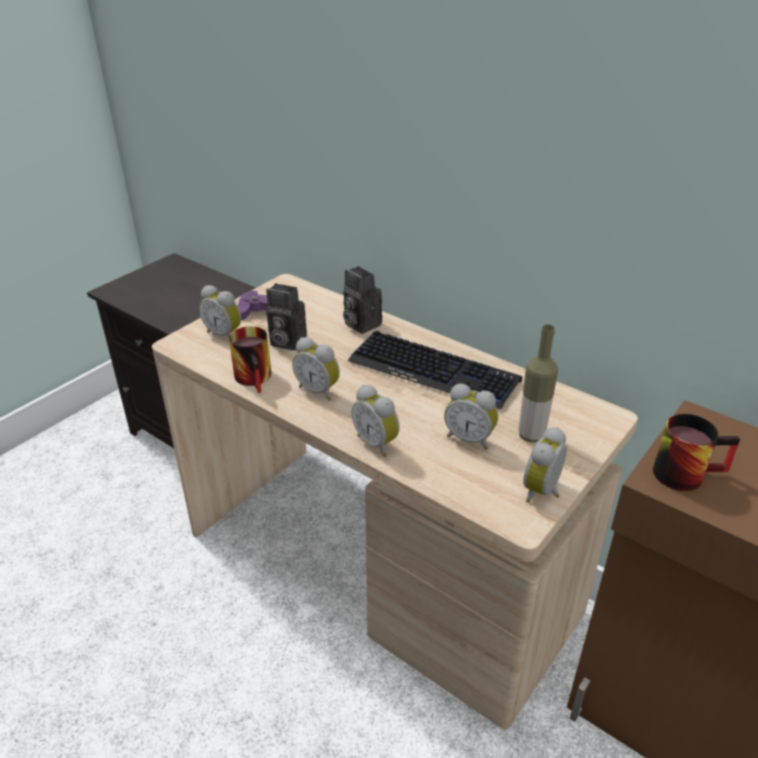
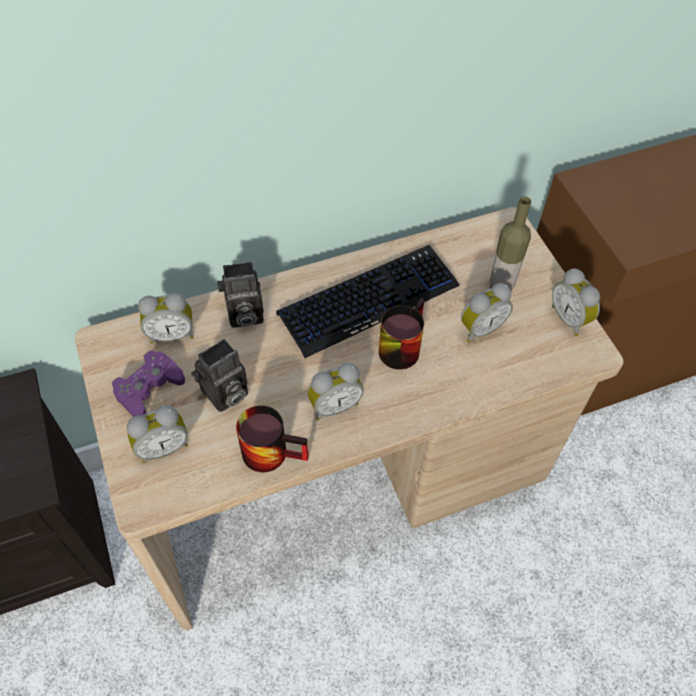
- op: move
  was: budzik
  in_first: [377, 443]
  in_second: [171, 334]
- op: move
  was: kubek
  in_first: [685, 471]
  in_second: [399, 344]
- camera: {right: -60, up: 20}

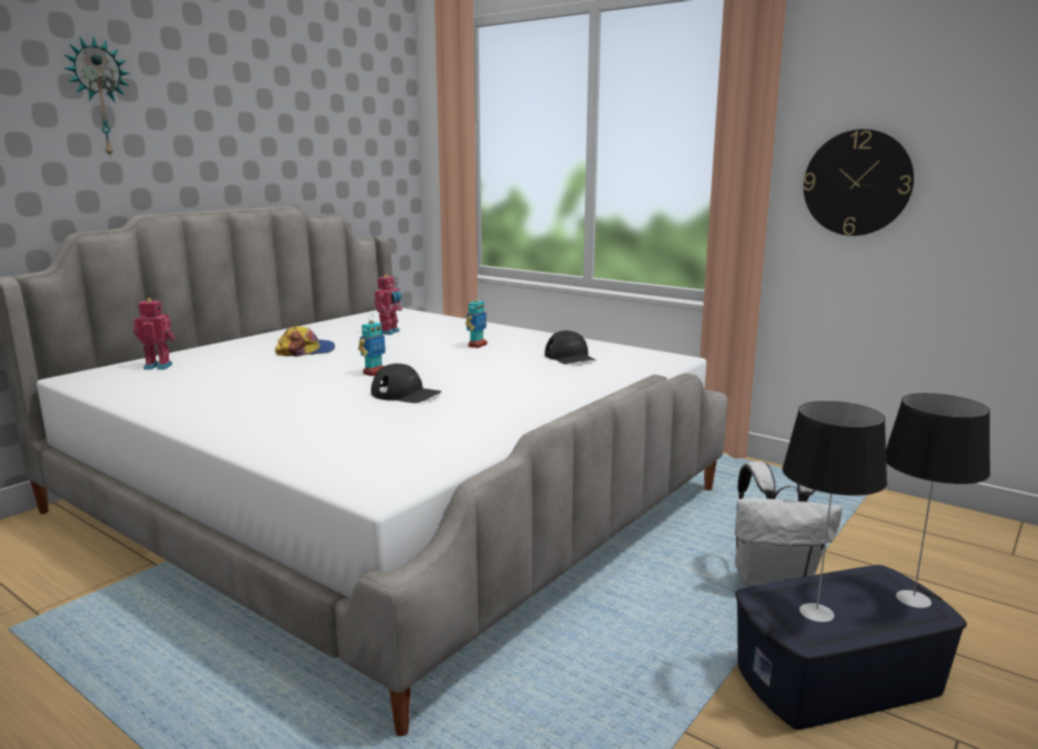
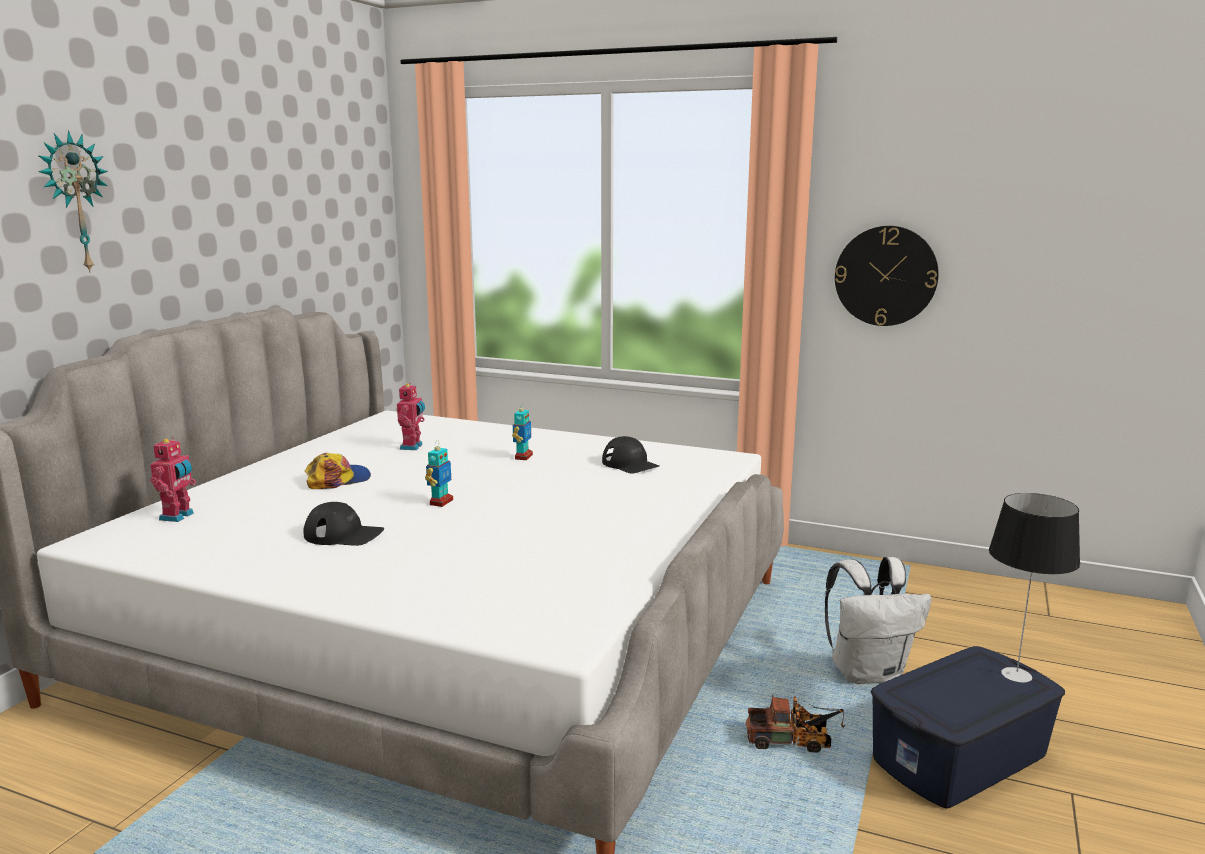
- op: rotate
  was: robot zabawkowy
  in_first: [159, 366]
  in_second: [178, 516]
  clockwise: 120
- op: move
  was: czapka z daszkiem/czarny
  in_first: [406, 394]
  in_second: [344, 534]
- op: delete
  was: lampa stołowa
  in_first: [818, 613]
- op: insert
  now: ciężarówka zabawkowa
  in_second: [794, 742]
- camera: {right: -15, up: 0}

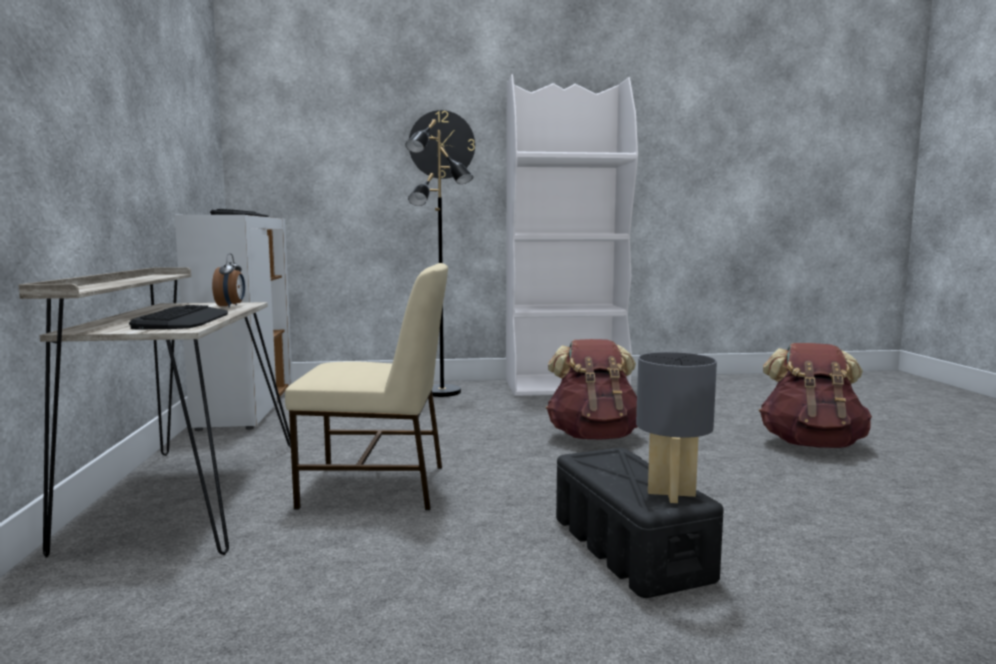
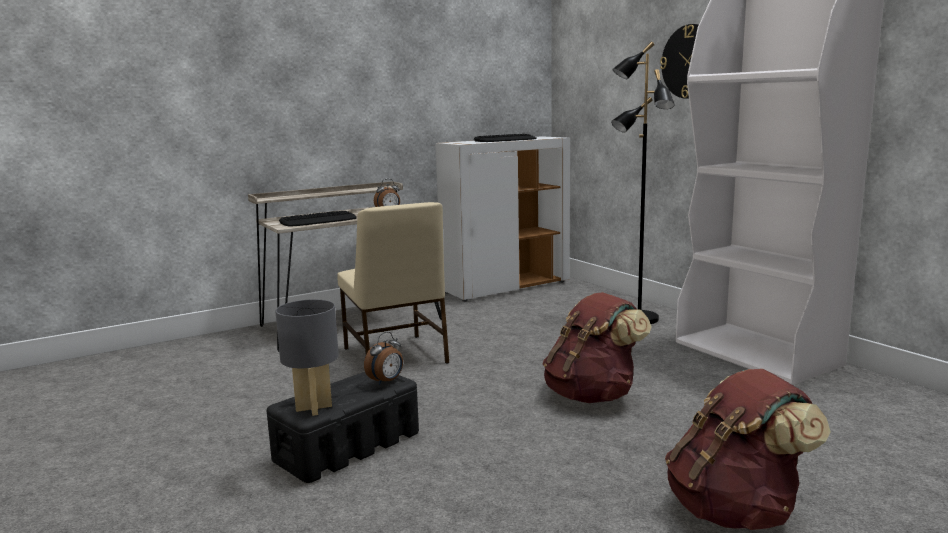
- op: insert
  now: budzik
  in_second: [386, 381]
- camera: {right: 65, up: 5}

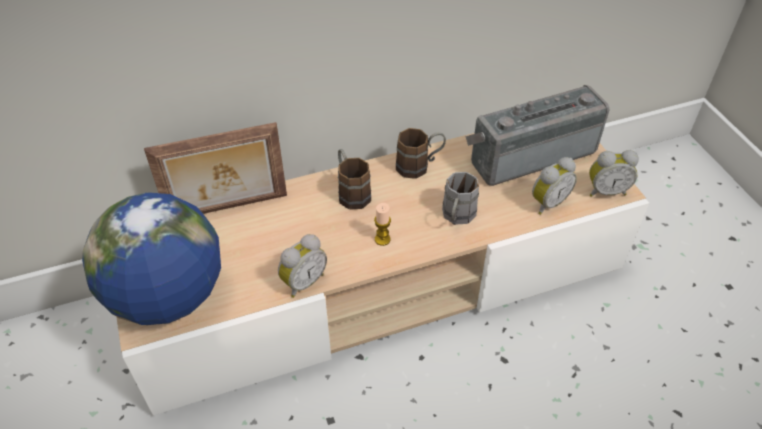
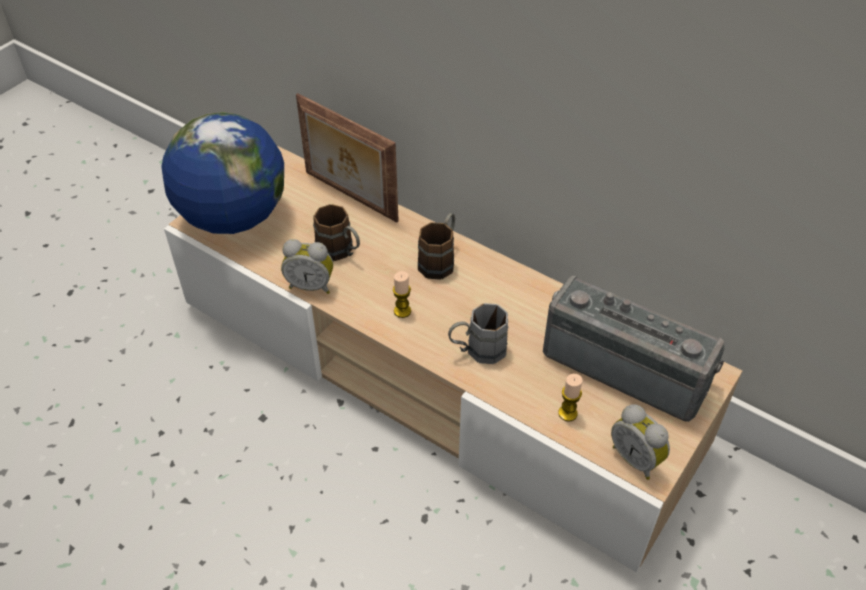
- op: move
  was: kubek/brązowy
  in_first: [419, 166]
  in_second: [340, 252]
- op: replace
  was: budzik
  now: świeca
  in_first: [547, 202]
  in_second: [567, 413]
- camera: {right: 55, up: 0}

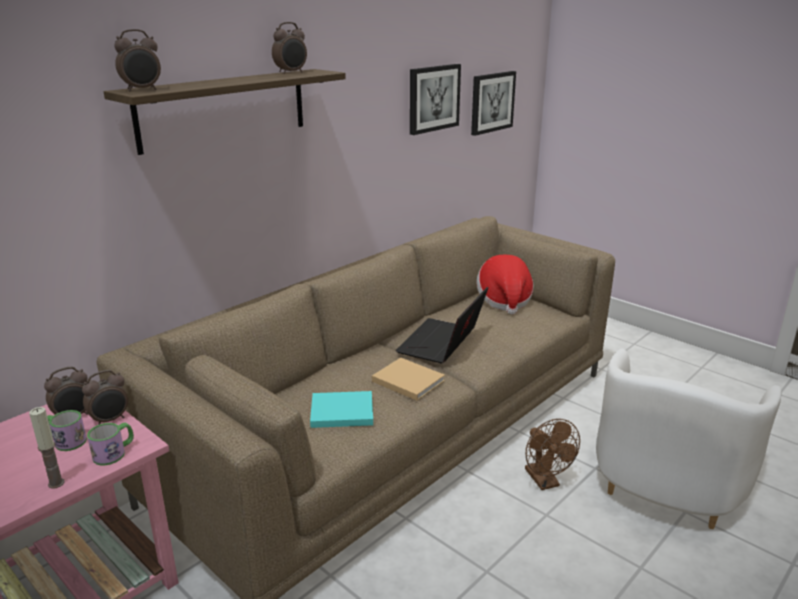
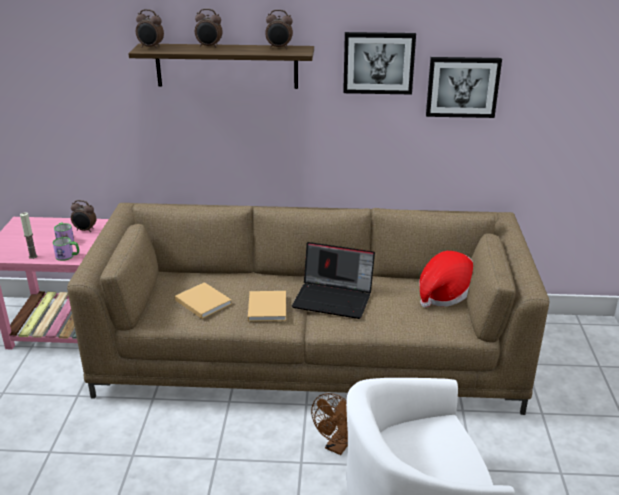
- op: move
  was: obraz
  in_first: [491, 102]
  in_second: [378, 62]
- op: rotate
  was: laptop
  in_first: [442, 344]
  in_second: [334, 298]
  clockwise: -150
- op: move
  was: budzik
  in_first: [110, 420]
  in_second: [209, 47]
- op: recolor
  was: książka/turkusowy
  now: książka/beżowy
  in_first: [340, 412]
  in_second: [202, 301]
- camera: {right: 50, up: 5}

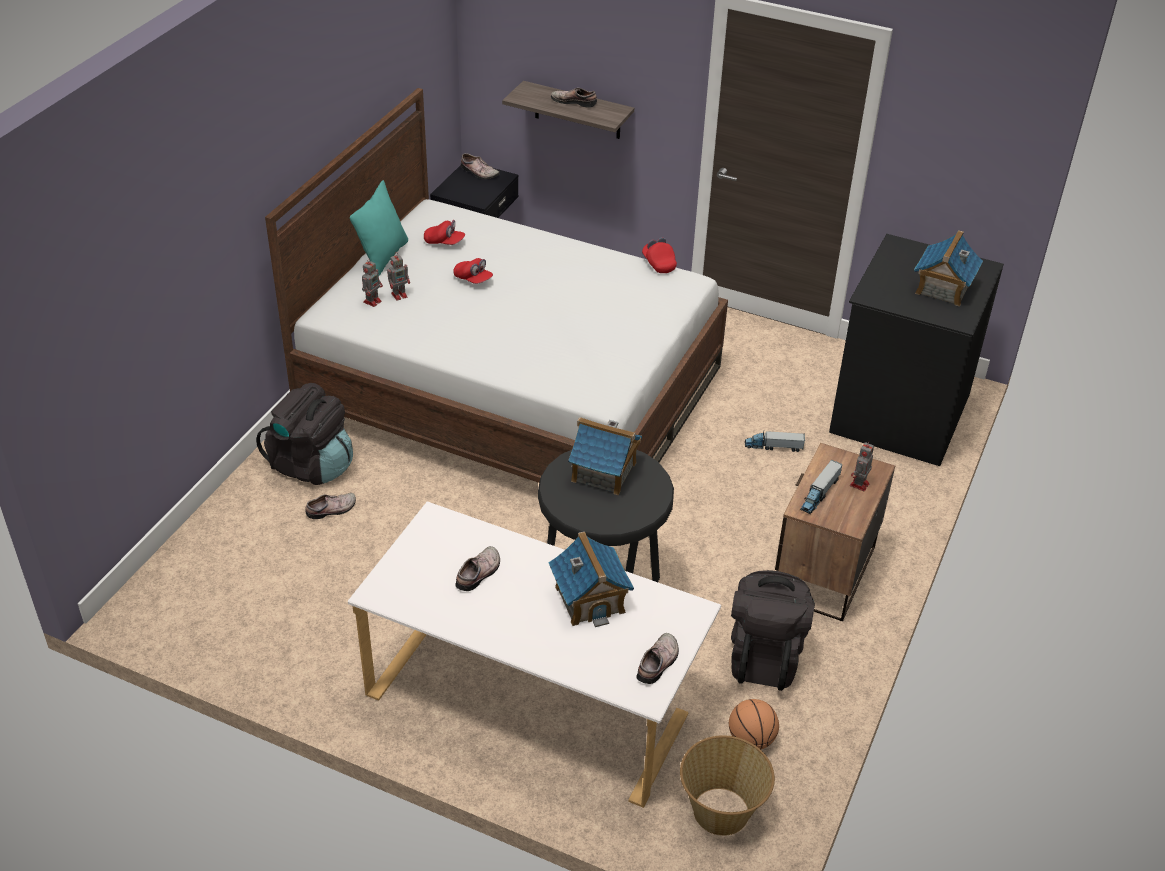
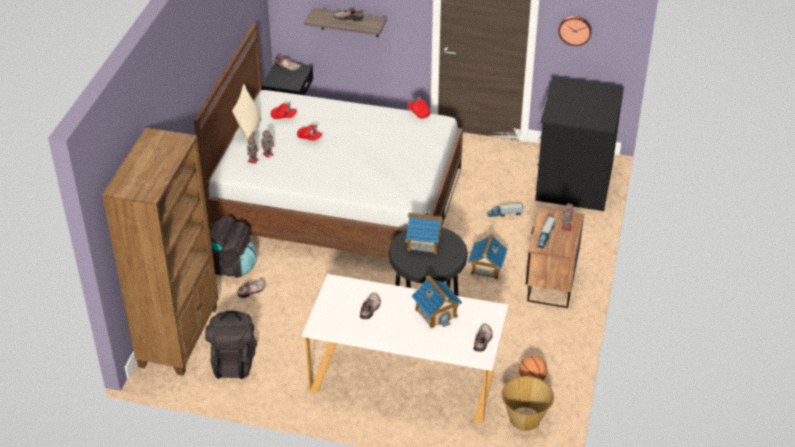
- op: recolor
  was: poduszka/turkusowy
  now: poduszka/beżowy
  in_first: [383, 257]
  in_second: [249, 131]
- op: move
  was: domek
  in_first: [943, 288]
  in_second: [486, 267]
- op: move
  was: plecak/czarny
  in_first: [764, 656]
  in_second: [234, 361]
- op: insert
  now: zegar ścienny
  in_second: [575, 30]
- op: insert
  now: regał/brązowy
  in_second: [180, 336]
- camera: {right: -10, up: 0}

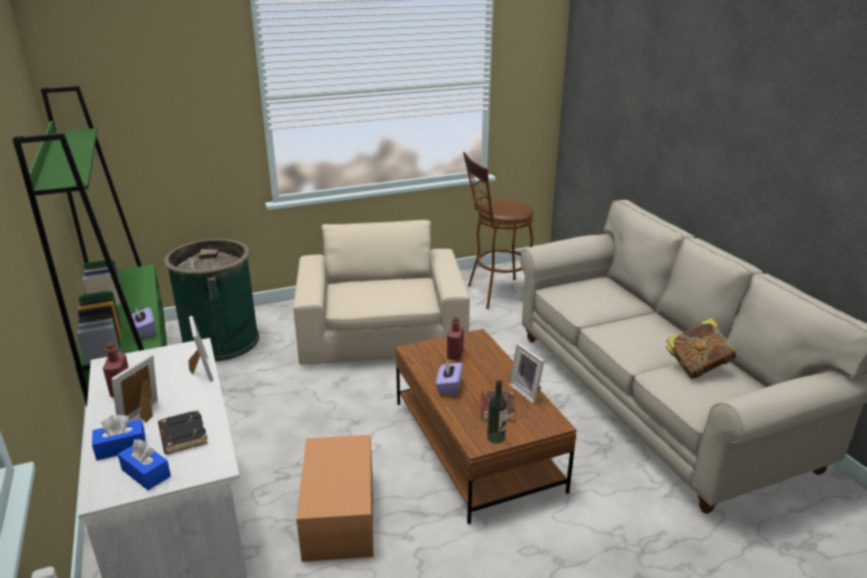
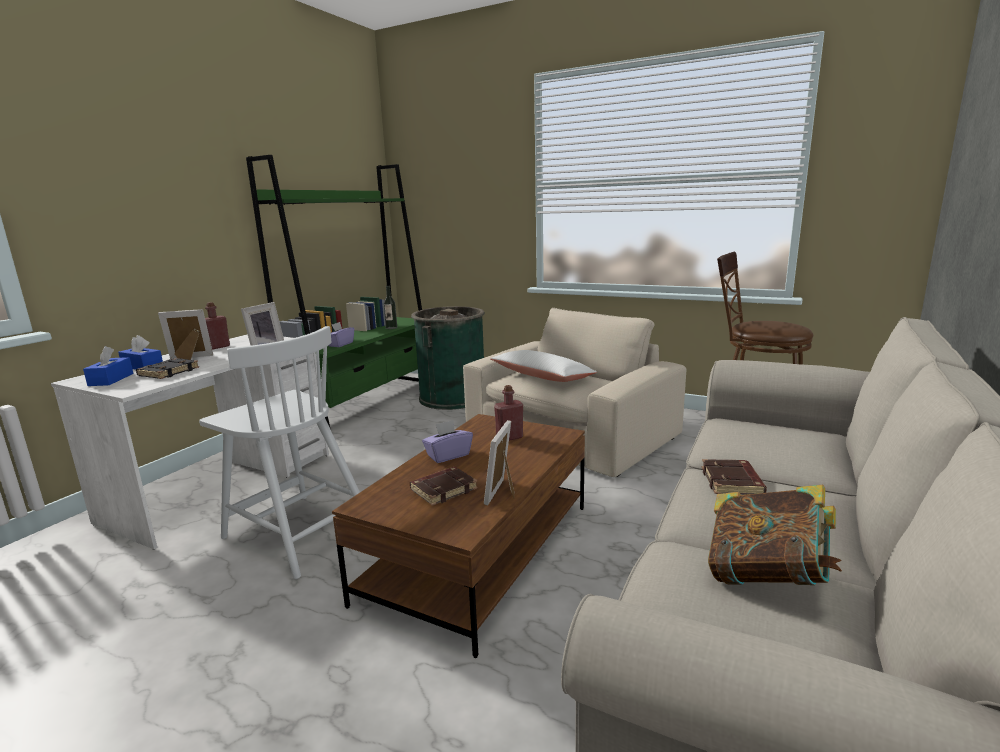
- op: move
  was: butelka
  in_first: [496, 437]
  in_second: [391, 328]
- op: replace
  was: karton
  now: krzesło/biały
  in_first: [339, 514]
  in_second: [297, 532]
- op: insert
  now: poduszka/biały
  in_second: [542, 376]
- op: insert
  now: książka/brązowy
  in_second: [733, 482]
- camera: {right: 50, up: -10}

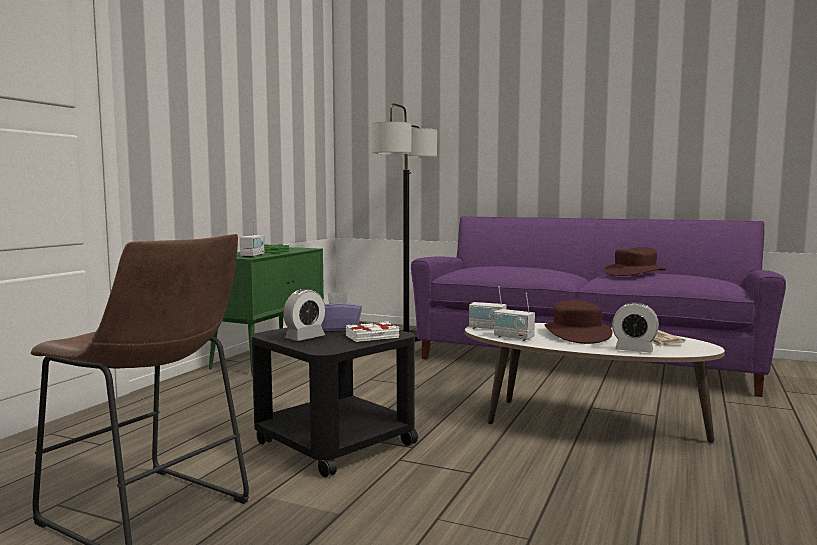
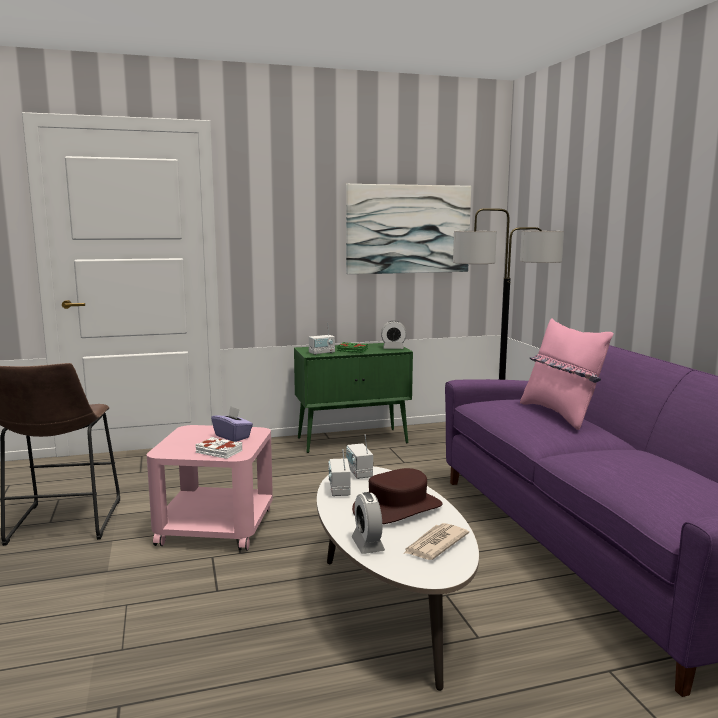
- op: delete
  was: kapelusz/brązowy
  in_first: [635, 273]
- op: move
  was: budzik
  in_first: [305, 338]
  in_second: [393, 348]
- op: recolor
  was: stolik/czarny
  now: stolik/różowy
  in_first: [334, 443]
  in_second: [216, 526]
- op: insert
  now: obraz
  in_second: [408, 229]
- op: insert
  now: poduszka/różowy
  in_second: [560, 414]
- camera: {right: 50, up: 5}

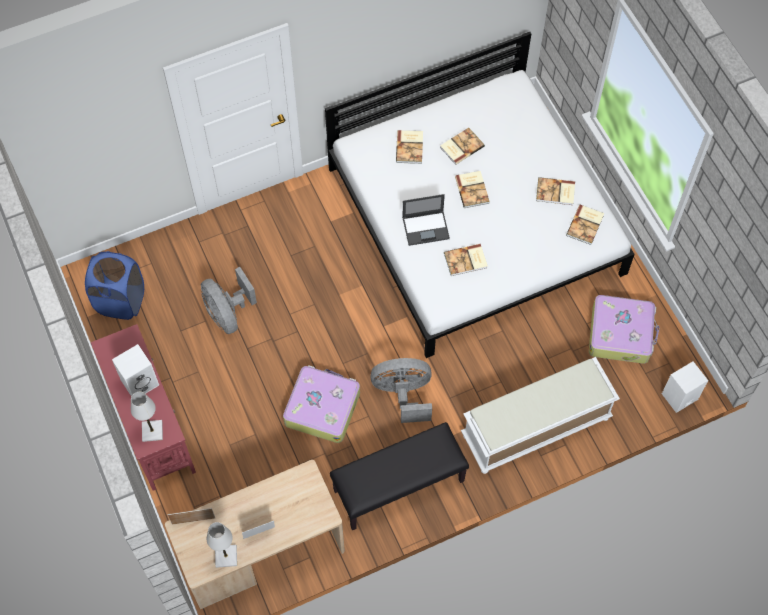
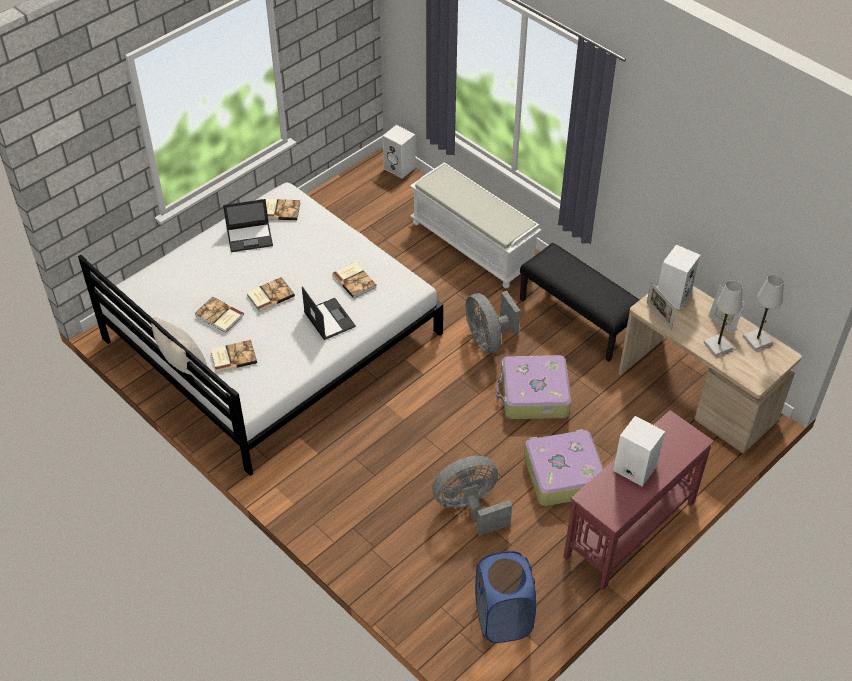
- op: replace
  was: książka
  now: laptop
  in_first: [555, 192]
  in_second: [250, 237]
- op: rotate
  was: wentylator/szary
  in_first: [228, 314]
  in_second: [470, 507]
  clockwise: -150
- op: move
  was: walizka
  in_first: [621, 333]
  in_second: [562, 474]
- op: move
  was: lampa stołowa/biały
  in_first: [152, 431]
  in_second: [718, 346]
- op: move
  was: ramka na zdjęcie
  in_first: [193, 521]
  in_second: [659, 316]
- op: insert
  now: głośnik/biały
  in_second: [673, 294]
- op: insert
  now: poduszka/beżowy
  in_second: [184, 367]
- camera: {right: -110, up: -15}

